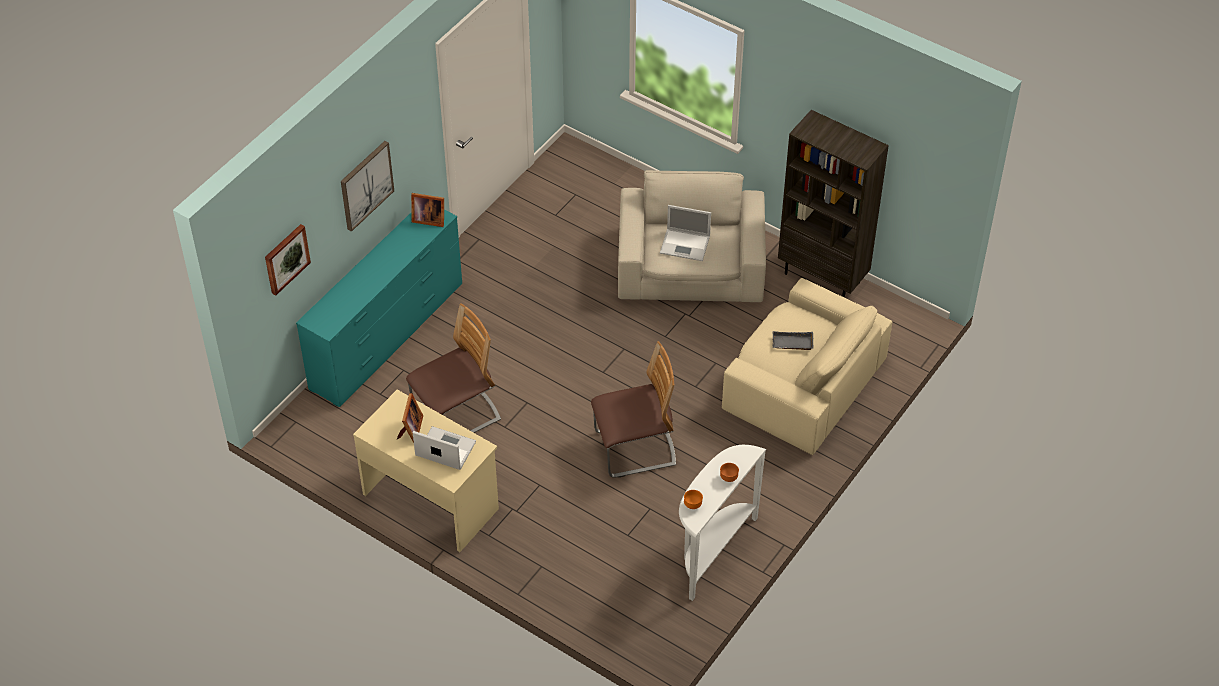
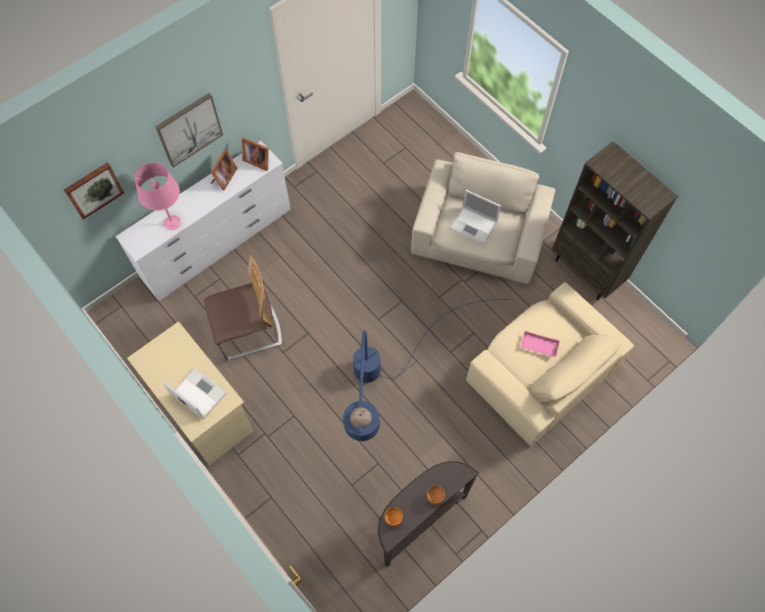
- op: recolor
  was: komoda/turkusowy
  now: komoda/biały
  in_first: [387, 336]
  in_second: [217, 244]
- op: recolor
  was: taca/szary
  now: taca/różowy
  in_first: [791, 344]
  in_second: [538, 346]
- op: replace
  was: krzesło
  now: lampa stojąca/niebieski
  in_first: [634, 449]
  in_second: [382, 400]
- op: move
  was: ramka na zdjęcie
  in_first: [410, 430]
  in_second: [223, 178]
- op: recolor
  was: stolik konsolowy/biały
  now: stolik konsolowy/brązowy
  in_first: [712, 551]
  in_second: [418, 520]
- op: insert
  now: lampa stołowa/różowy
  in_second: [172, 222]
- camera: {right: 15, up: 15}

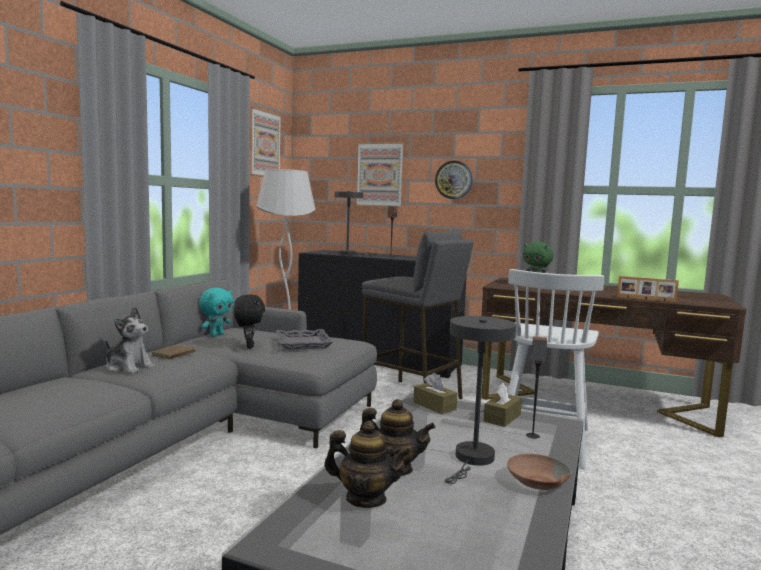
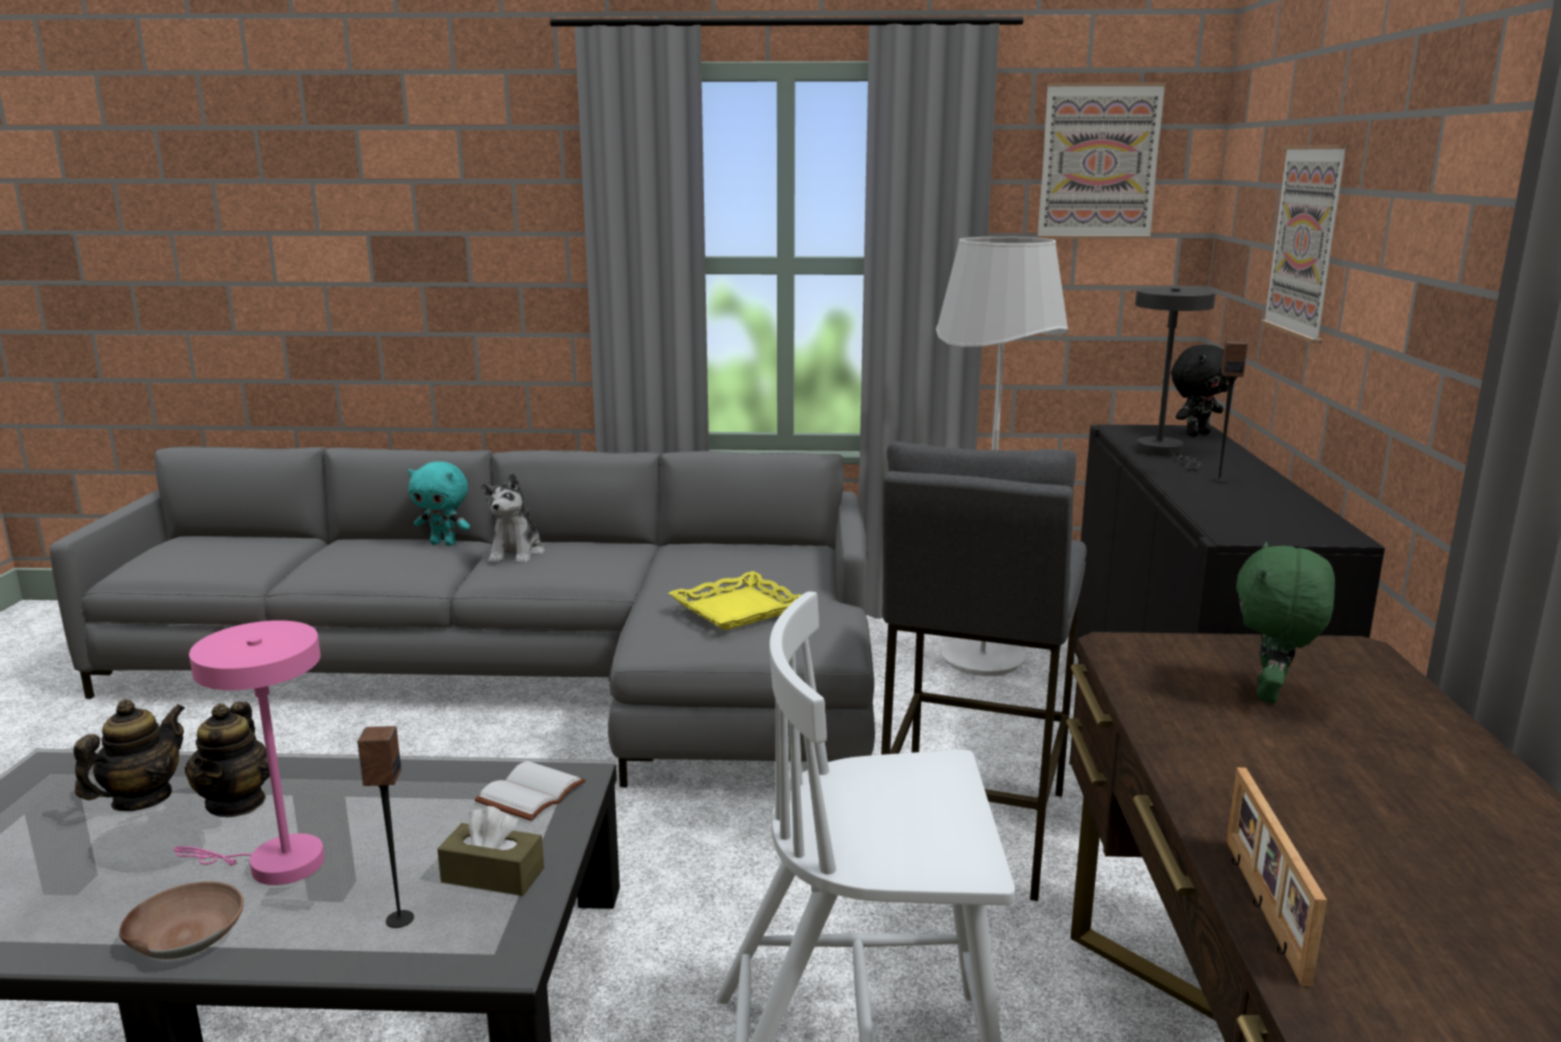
- op: delete
  was: zegar ścienny
  in_first: [453, 180]
- op: move
  was: pluszak/turkusowy
  in_first: [216, 335]
  in_second: [444, 543]
- op: move
  was: pluszak/czarny
  in_first: [248, 346]
  in_second: [1196, 434]
- op: recolor
  was: lampa stołowa/szary
  now: lampa stołowa/różowy
  in_first: [473, 459]
  in_second: [274, 864]
- op: recolor
  was: taca/szary
  now: taca/żółty
  in_first: [303, 343]
  in_second: [738, 609]
- op: delete
  was: książka/brązowy
  in_first: [174, 354]
- op: replace
  was: pudełko chusteczek/brązowy
  now: książka/biały
  in_first: [434, 406]
  in_second: [532, 795]
- op: rotate
  was: imbryk
  in_first: [365, 499]
  in_second: [141, 799]
  clockwise: -150
- camera: {right: 70, up: 10}

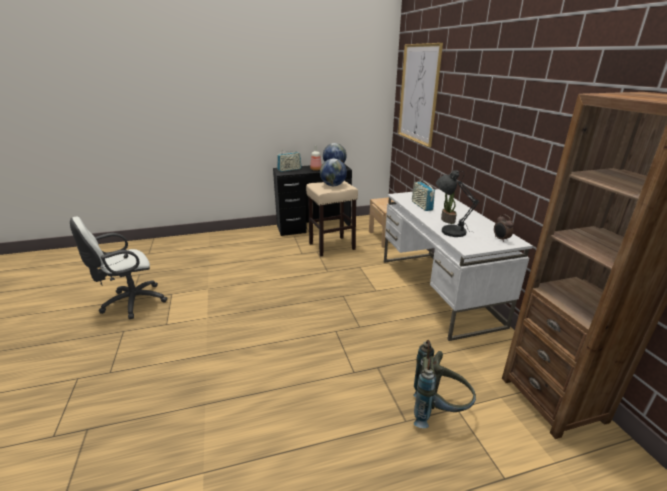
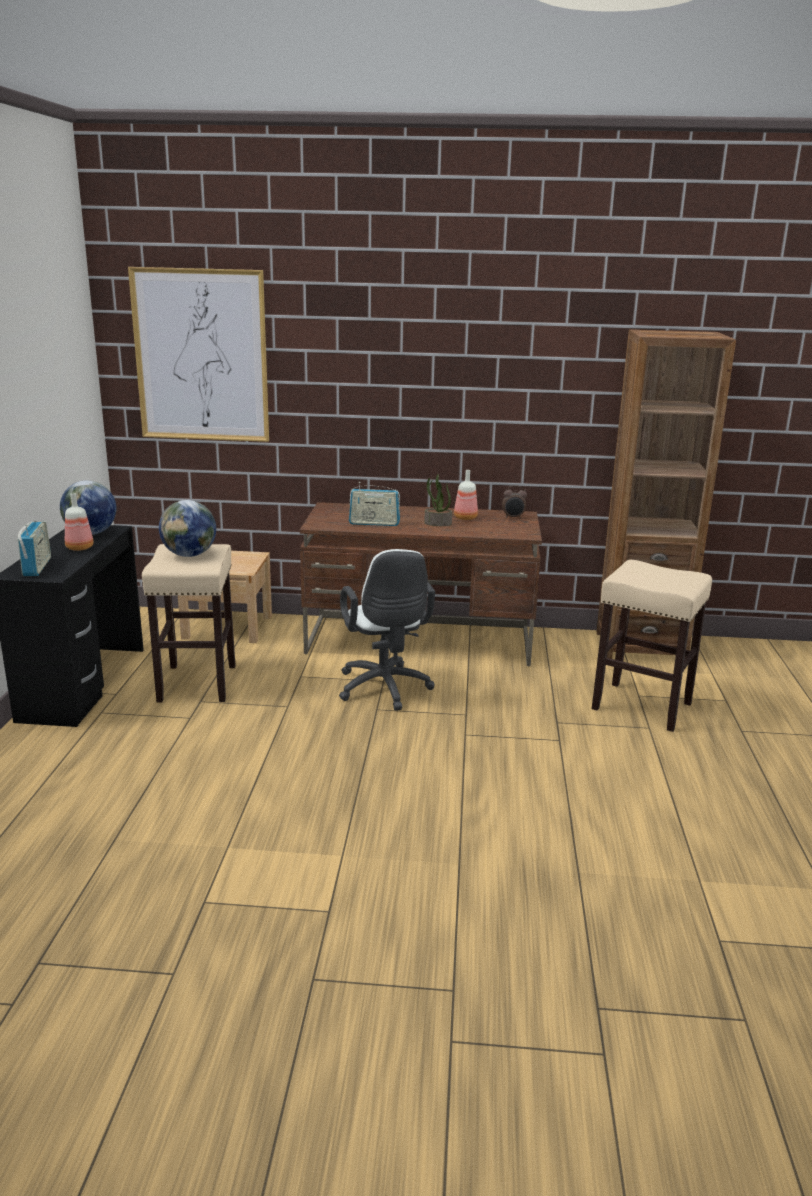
- op: delete
  was: lampa stołowa/szary
  in_first: [450, 231]
- op: recolor
  was: biurko/biały
  now: biurko/brązowy
  in_first: [438, 291]
  in_second: [420, 641]
- op: move
  was: krzesło biurowe/biały
  in_first: [131, 303]
  in_second: [385, 690]
- op: replace
  was: plecak/szary
  now: stołek/beżowy
  in_first: [438, 411]
  in_second: [640, 706]
- op: insert
  now: butelka
  in_second: [464, 518]
- camera: {right: -70, up: -5}

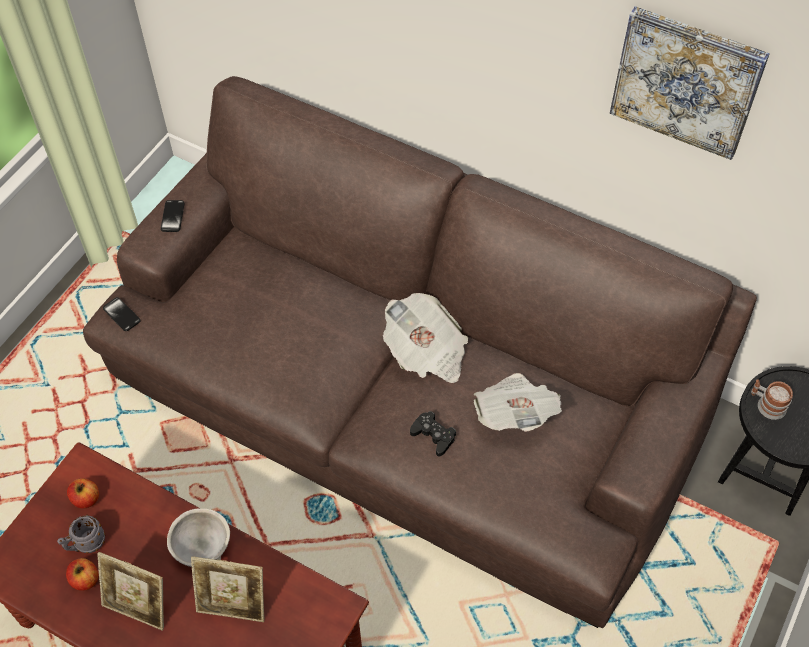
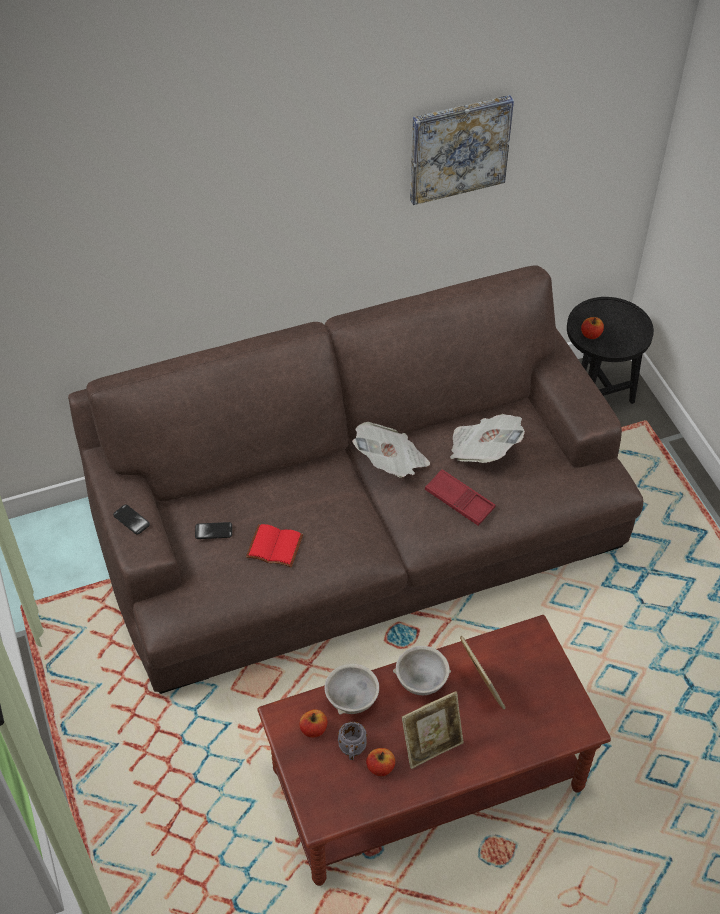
- op: move
  was: telefon
  in_first: [121, 315]
  in_second: [213, 531]
- op: replace
  was: kubek
  now: jabłko
  in_first: [767, 404]
  in_second: [591, 334]
- op: replace
  was: pad do gier/czarny
  now: taca/czerwony
  in_first: [433, 436]
  in_second: [459, 501]
- op: rotate
  was: ramka na zdjęcie
  in_first: [233, 604]
  in_second: [480, 689]
  clockwise: -75
- op: insert
  now: książka/czerwony
  in_second: [273, 547]
- op: insert
  now: miska/szary
  in_second: [351, 700]
- camera: {right: -50, up: -5}

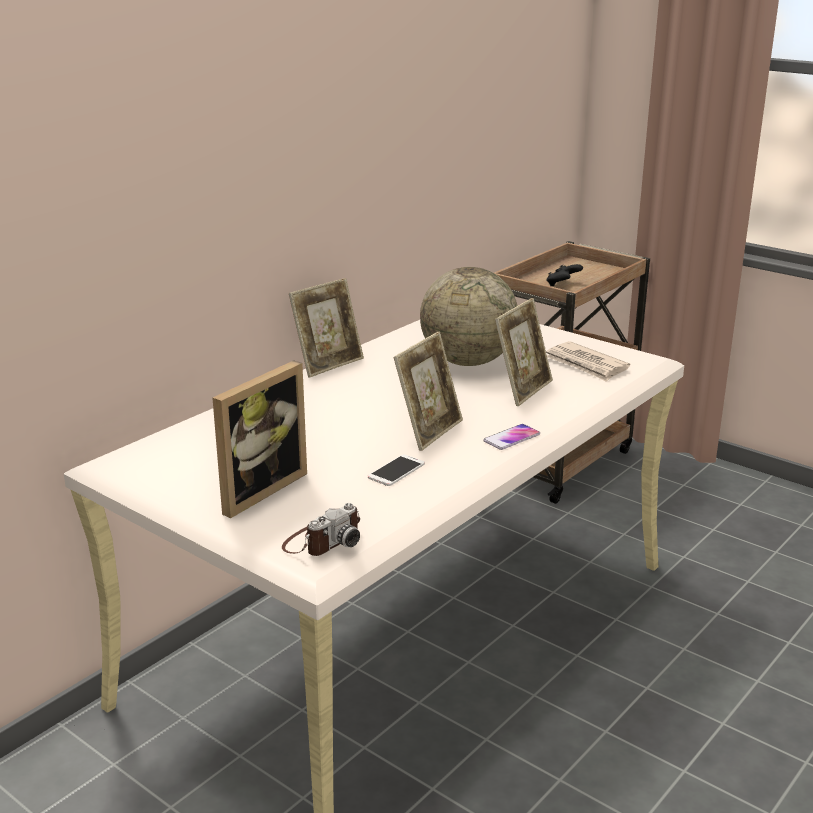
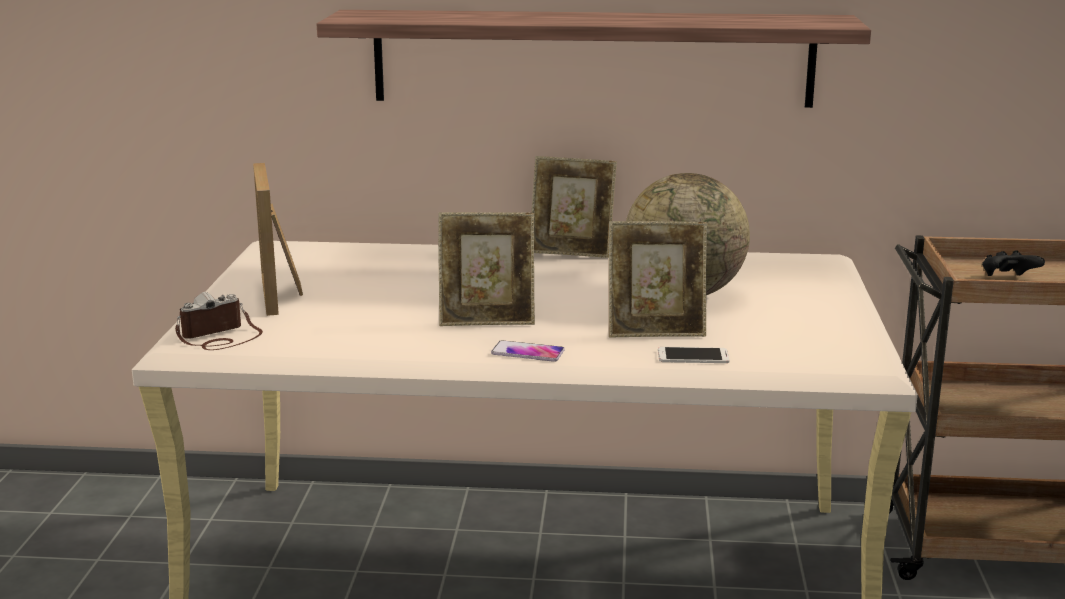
- op: delete
  was: gazeta
  in_first: [586, 365]
- op: rotate
  was: ramka na zdjęcie
  in_first: [256, 489]
  in_second: [283, 295]
  clockwise: 75
- op: move
  was: telefon
  in_first: [396, 471]
  in_second: [693, 356]
- op: rotate
  was: aparat fotograficzny
  in_first: [322, 541]
  in_second: [219, 337]
  clockwise: 135
- op: insert
  now: półka
  in_second: [592, 58]
- camera: {right: 55, up: -5}

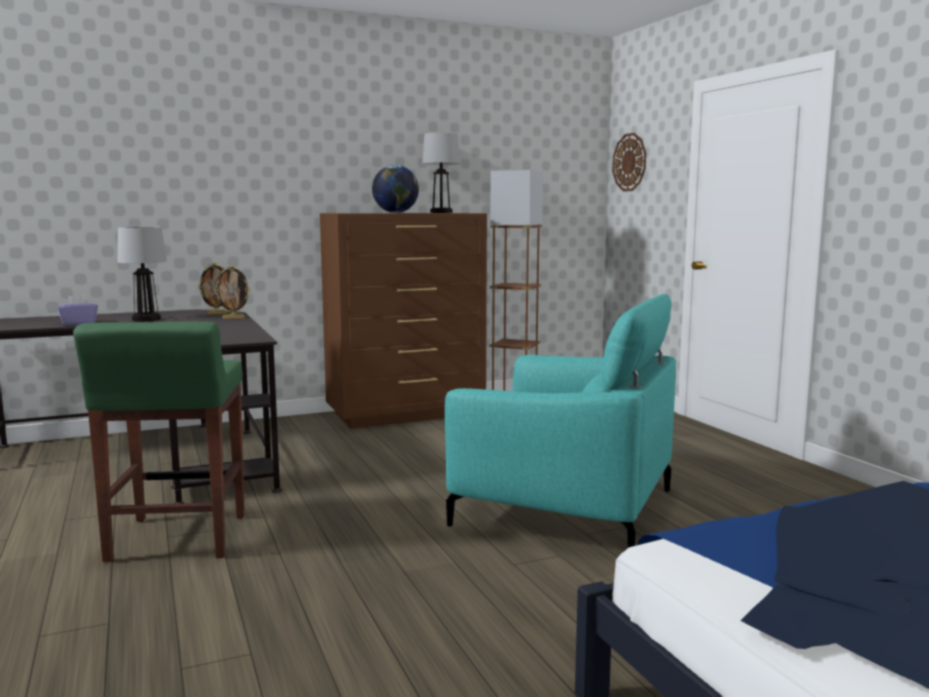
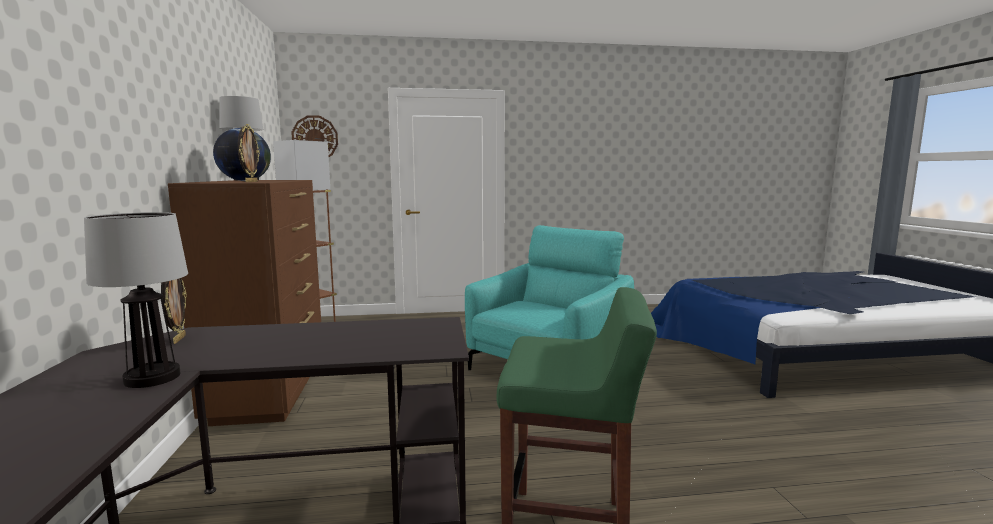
- op: move
  was: ramka na zdjęcie
  in_first: [234, 318]
  in_second: [251, 182]
- op: delete
  was: pudełko chusteczek/fioletowy
  in_first: [79, 323]
- camera: {right: -75, up: 0}

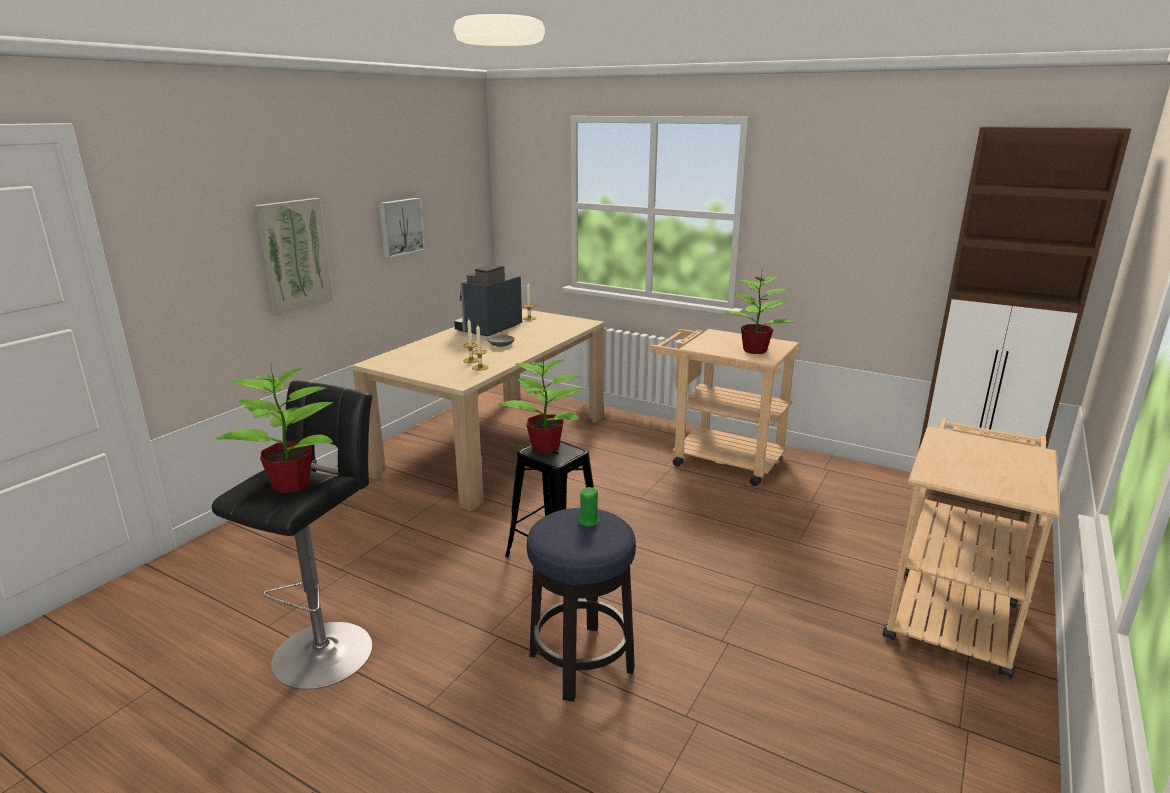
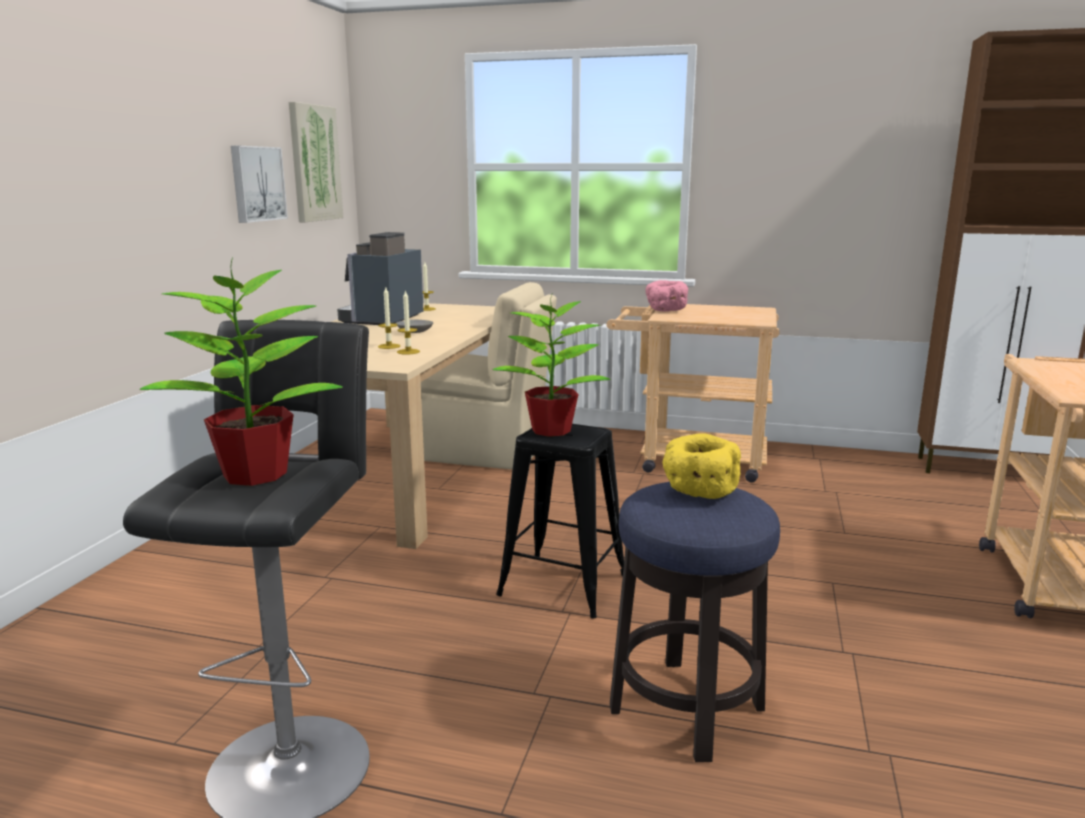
- op: move
  was: obraz
  in_first: [293, 255]
  in_second: [314, 163]
- op: delete
  was: roślina doniczkowa
  in_first: [755, 350]
- op: replace
  was: świeca/zielony
  now: miska/żółty
  in_first: [588, 521]
  in_second: [699, 492]
- op: insert
  now: miska/różowy
  in_second: [666, 310]
- op: insert
  now: krzesło/beżowy
  in_second: [485, 452]
- camera: {right: -15, up: -5}

